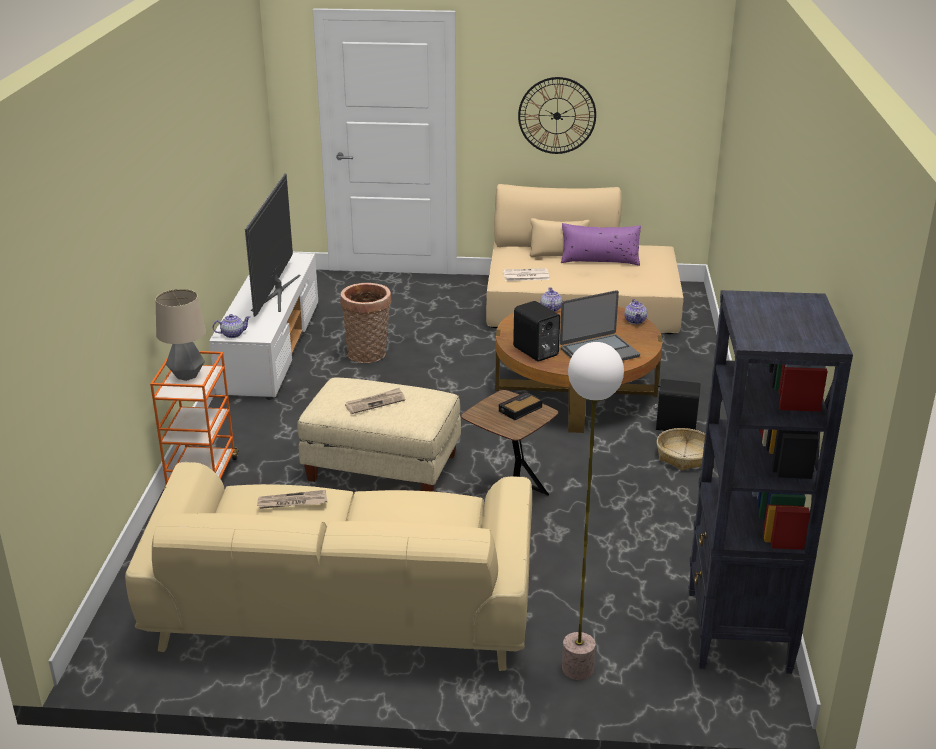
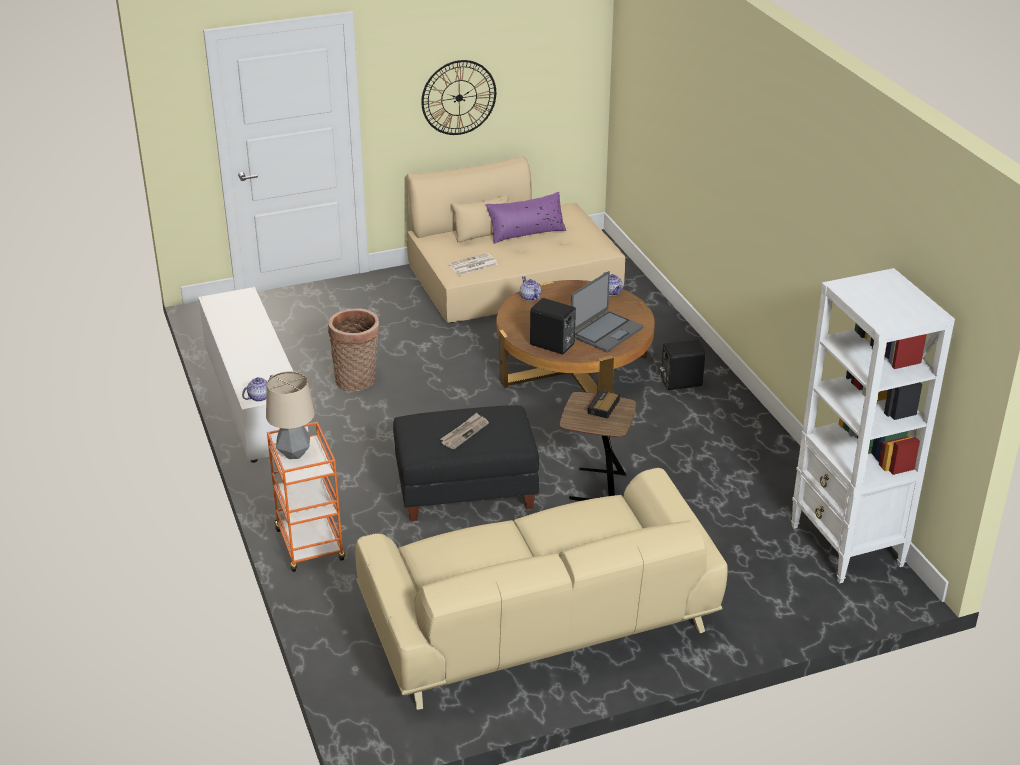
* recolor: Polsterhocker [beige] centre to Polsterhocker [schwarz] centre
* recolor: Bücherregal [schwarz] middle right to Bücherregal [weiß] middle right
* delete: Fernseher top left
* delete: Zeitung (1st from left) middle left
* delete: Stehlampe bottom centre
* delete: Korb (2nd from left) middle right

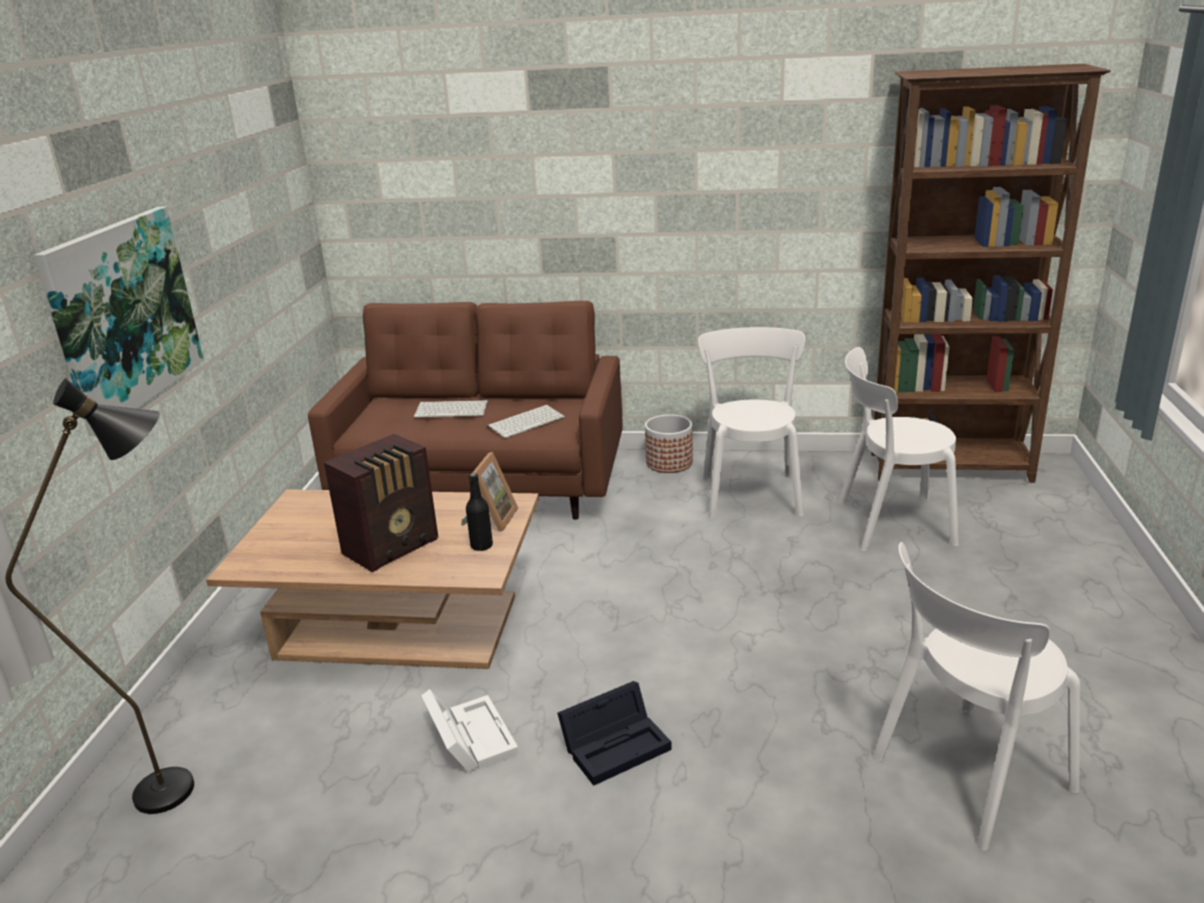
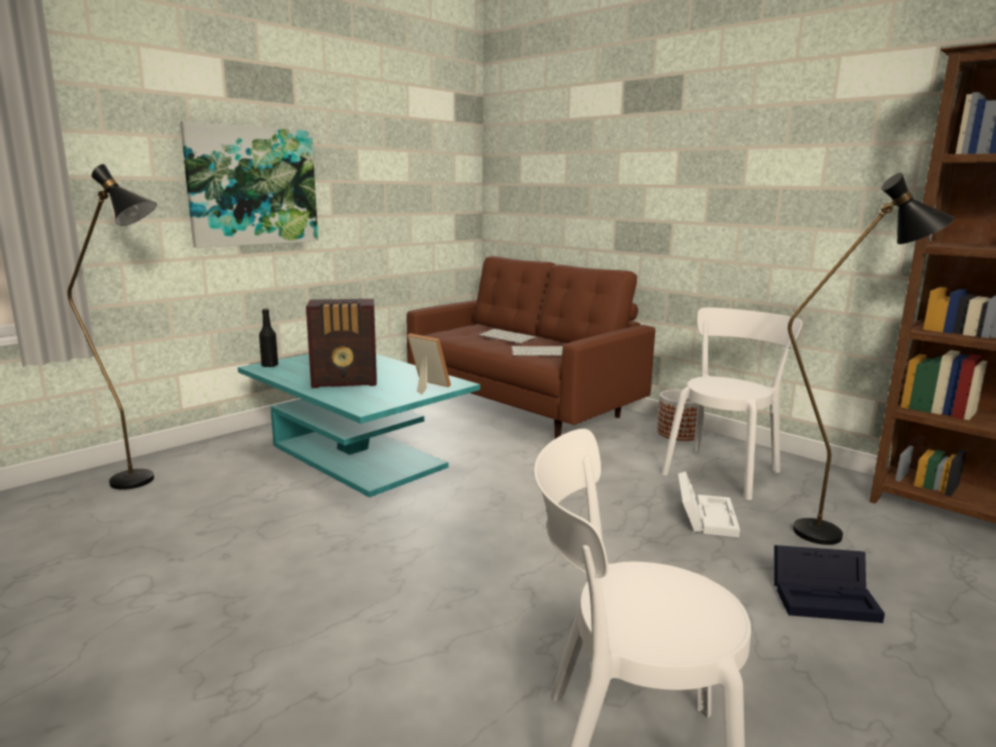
* recolor: Couchtisch [braun] middle left to Couchtisch [türkis] centre
* move: Flasche [schwarz] centre to middle left
* rotate: Bilderrahmen centre = centre 105 degrees counterclockwise
* move: Aufbewahrungsbox [weiß] bottom centre to bottom right
* move: Aufbewahrungsbox [schwarz] bottom centre to bottom right
* replace: Stuhl [weiß] (2nd from left) middle right to Stehlampe [schwarz] (2nd from left) middle right

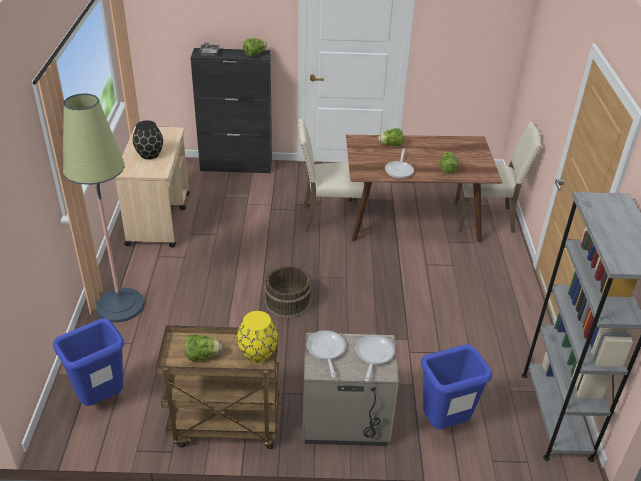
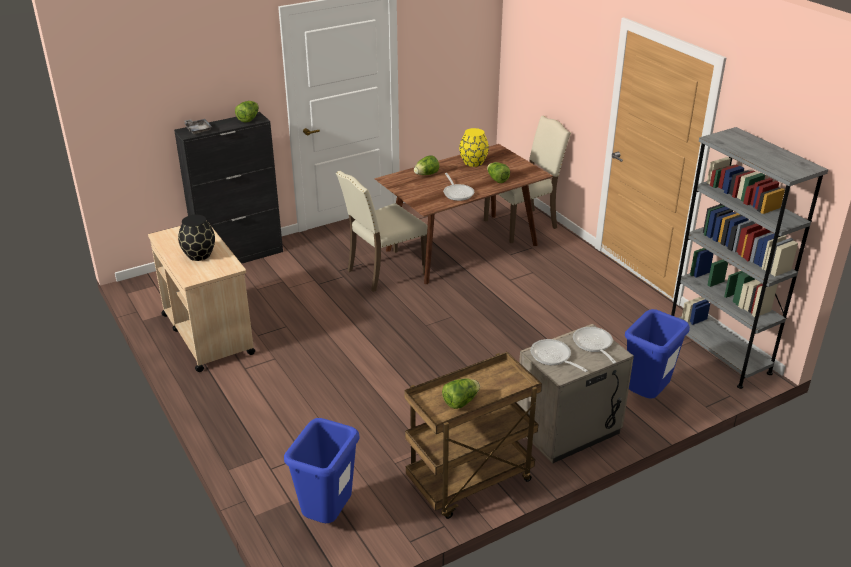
* move: Vase [gelb] bottom centre to top centre
* delete: Stehlampe middle left
* delete: Eimer [braun] centre

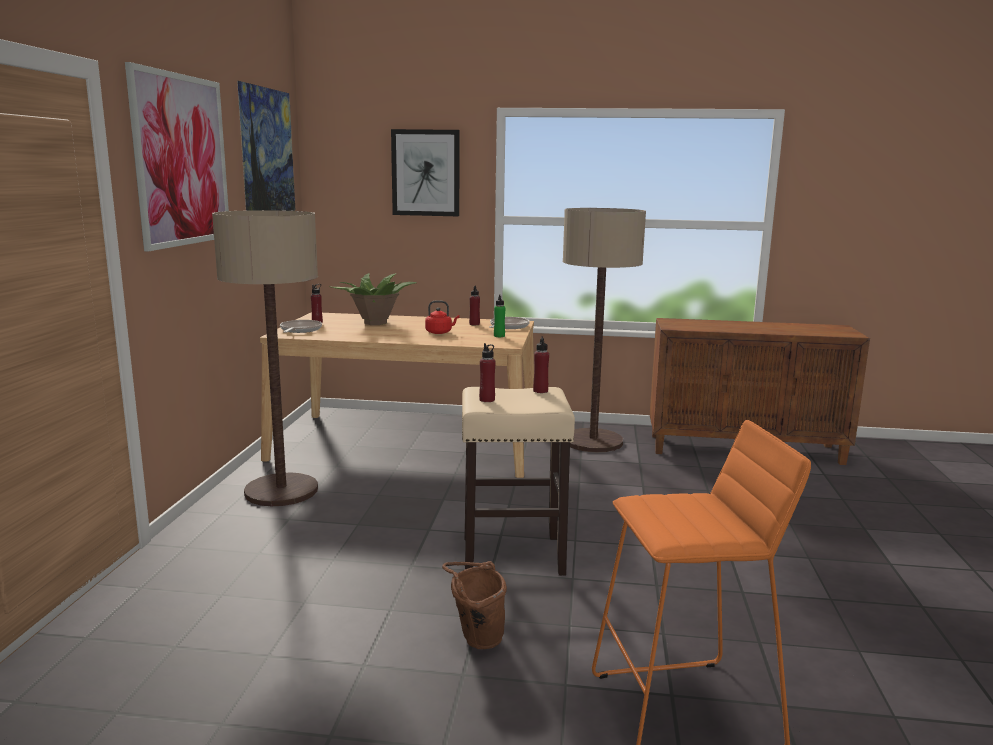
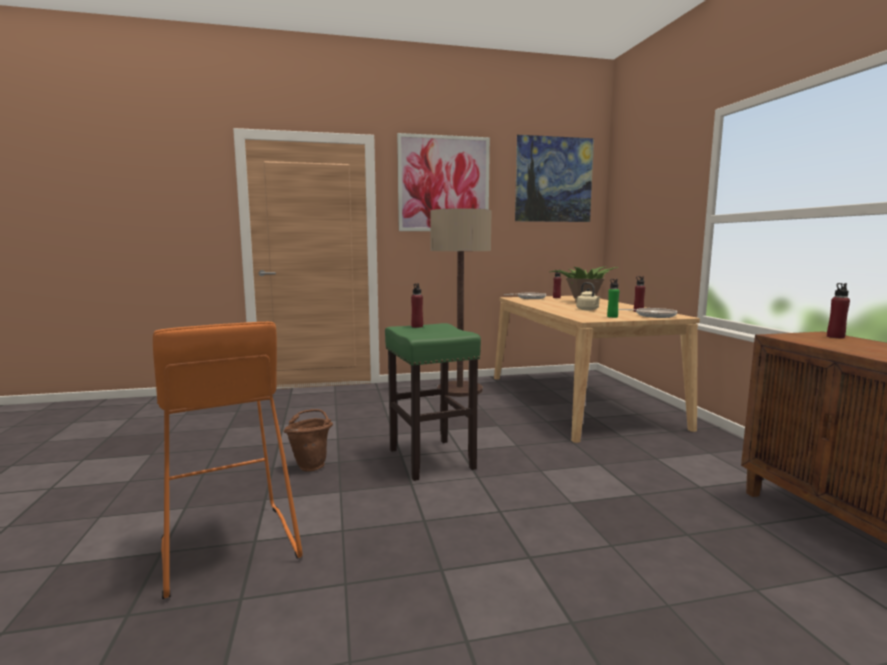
* recolor: Hocker [beige] centre to Hocker [grün] centre
* recolor: Wasserkessel [rot] centre to Wasserkessel [beige] centre
* move: Flasche [rot] (4th from left) centre to middle right
* delete: Bild (3rd from left) top centre
* delete: Stehlampe (2nd from left) centre

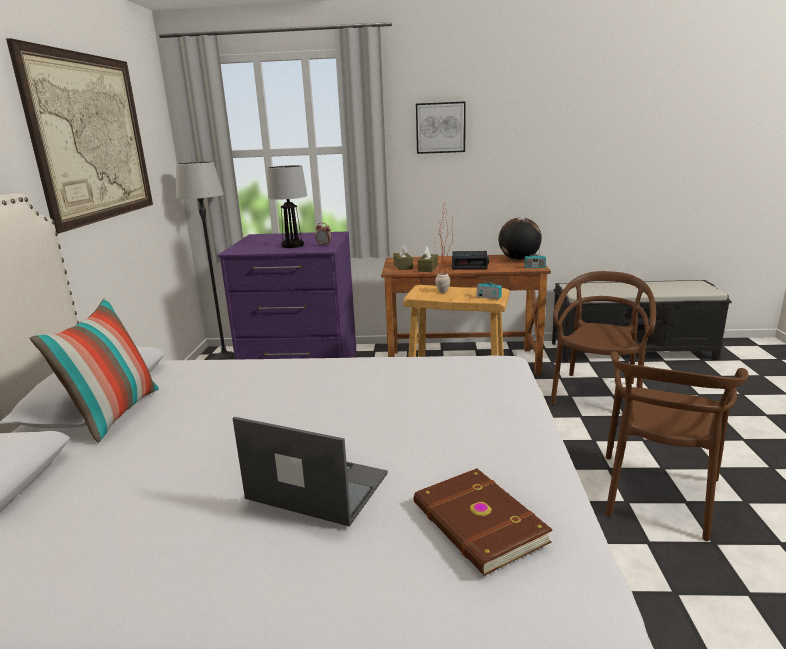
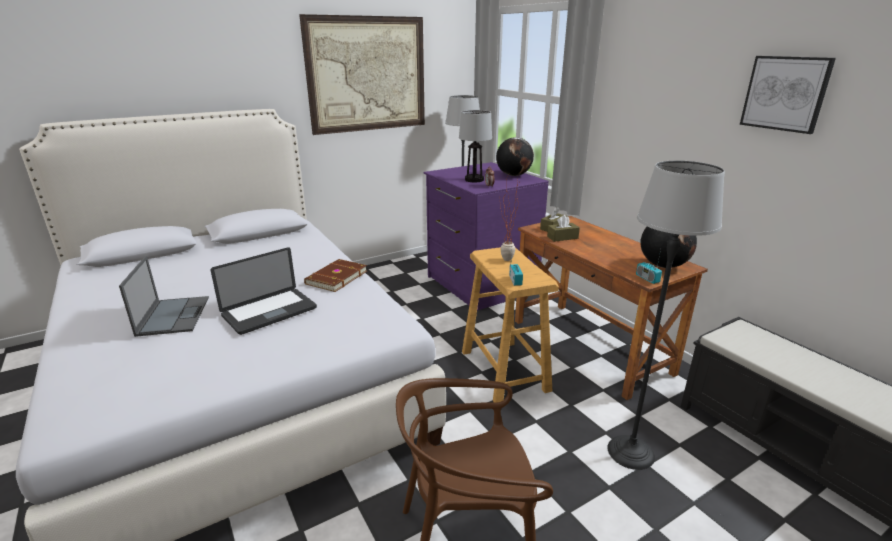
* insert: Laptop (2nd from left) middle left
* move: Buch [braun] bottom centre to centre
* insert: Globus (1st from left) top centre
* replace: Stuhl [braun] (1st from left) middle right to Stehlampe (2nd from left) middle right
* move: Bild (2nd from left) top centre to top right
* delete: Kissen middle left
* delete: Wecker (2nd from left) centre

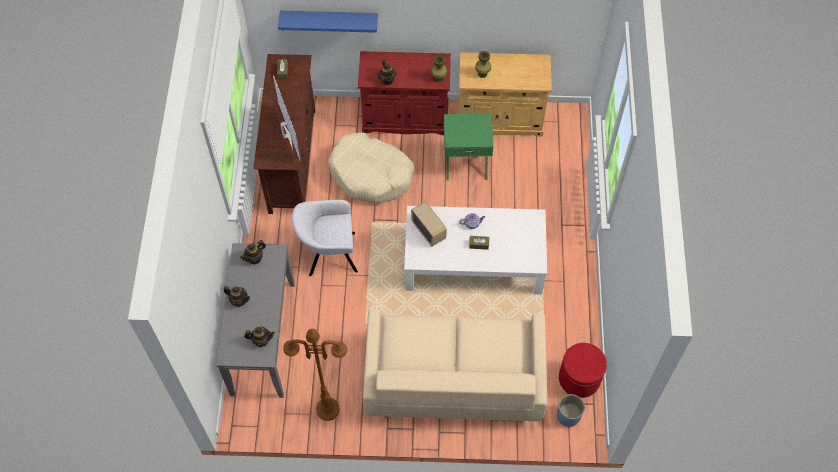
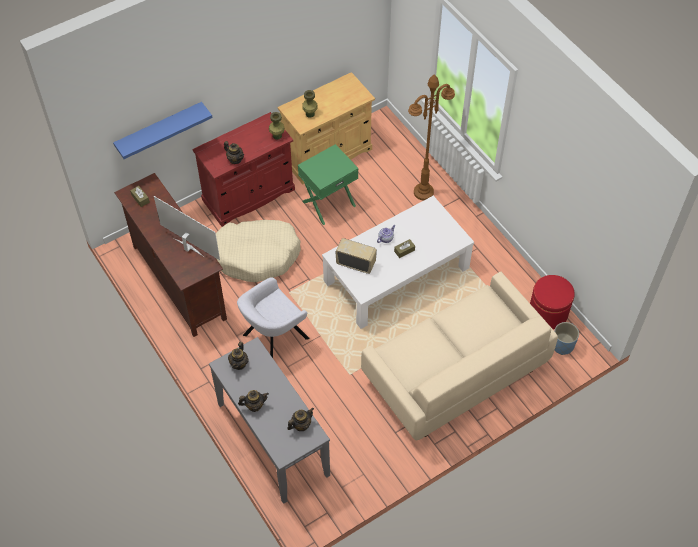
* move: Stehlampe [braun] bottom centre to top centre

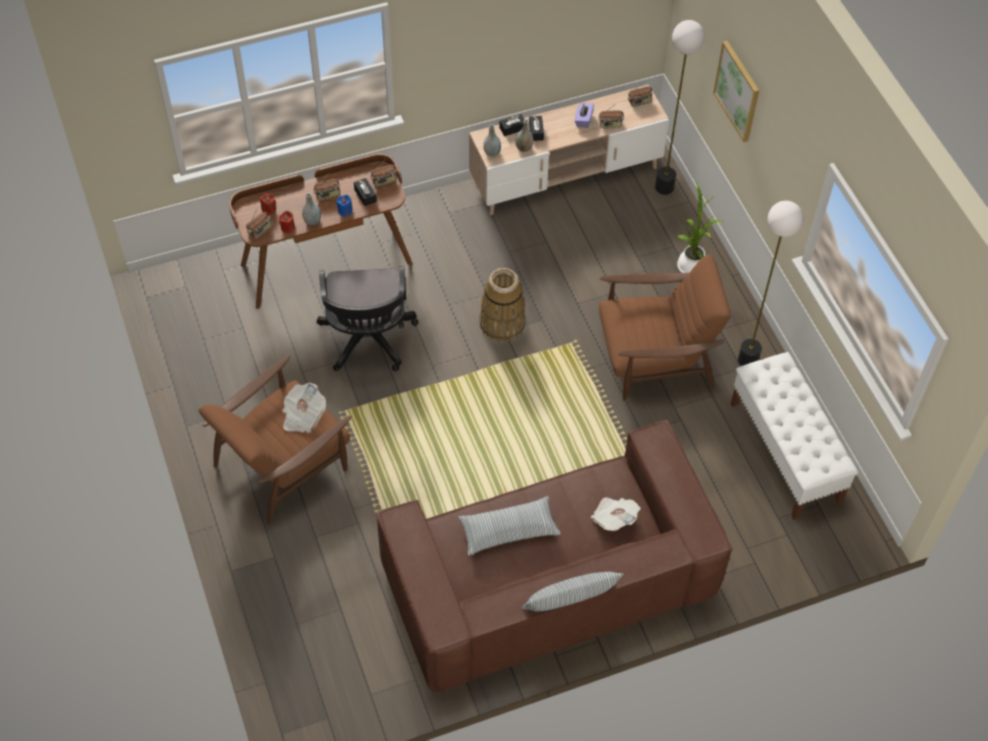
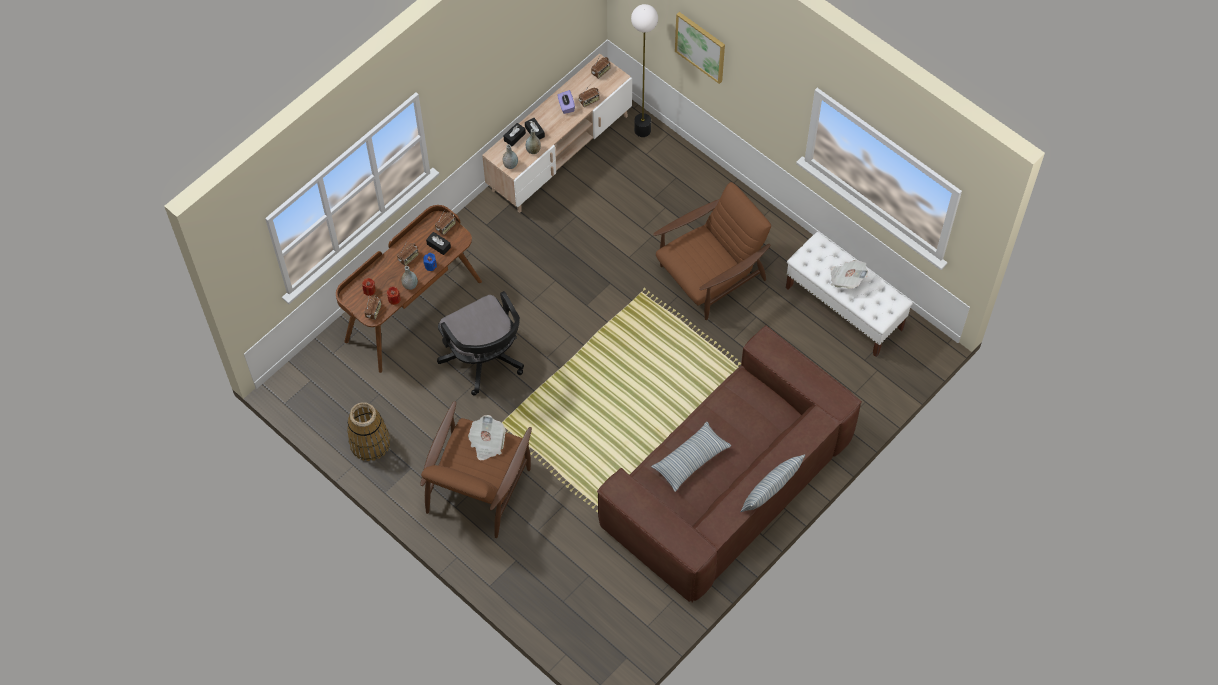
* move: Korb centre to middle left
* move: Zeitung (2nd from left) bottom centre to middle right
* delete: Topfpflanze top right
* delete: Stehlampe (2nd from left) middle right

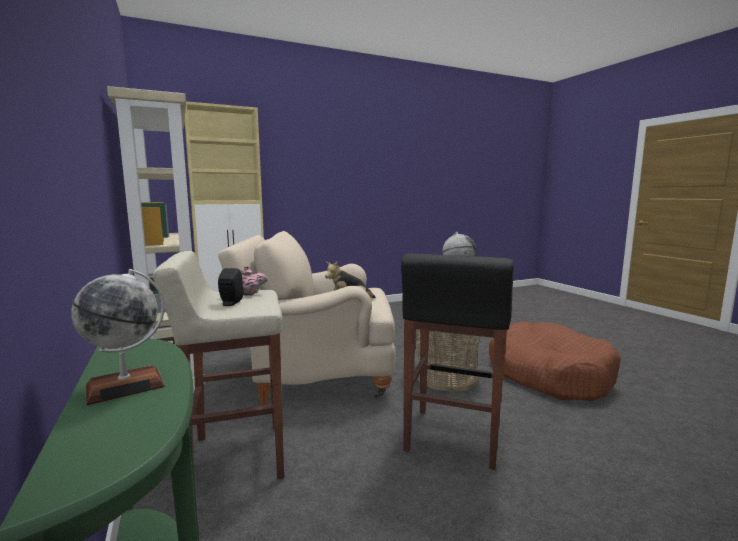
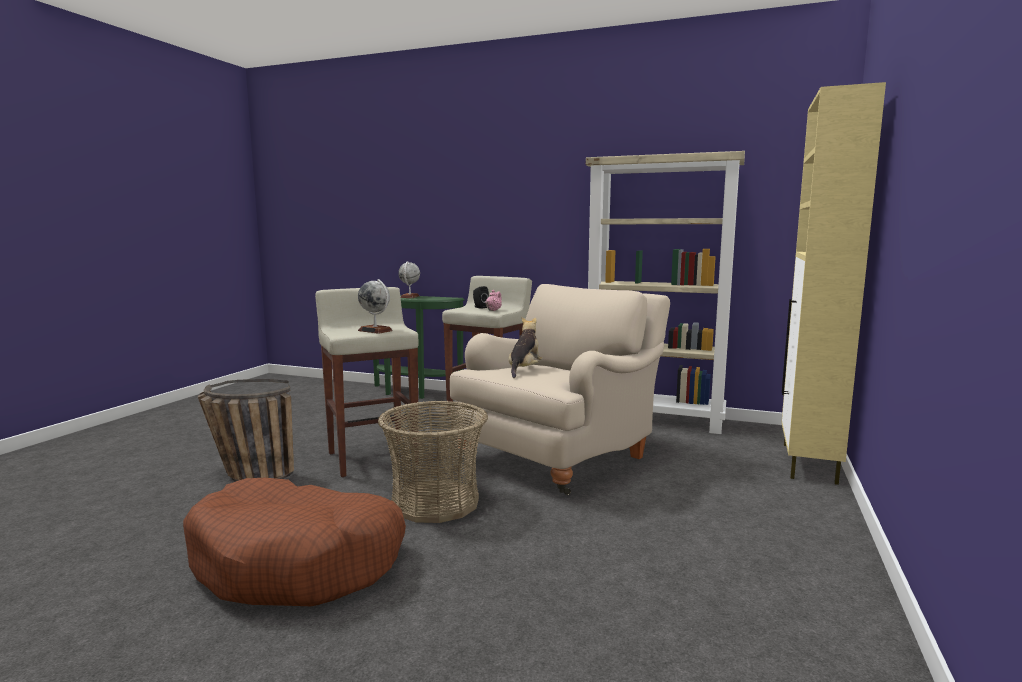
* insert: Korb (1st from left) middle left
* recolor: Hocker [schwarz] bottom centre to Hocker [beige] (1st from left) centre

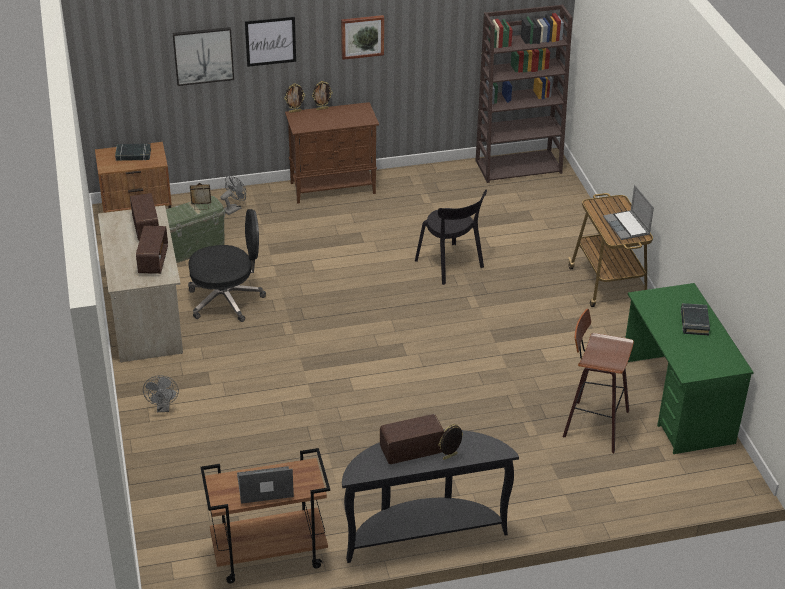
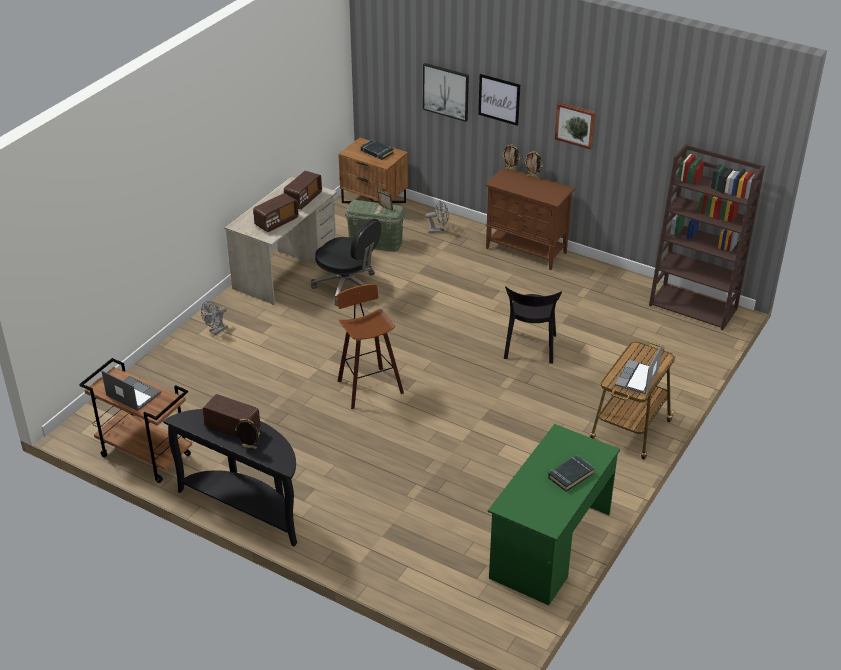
* move: Hocker middle right to centre

